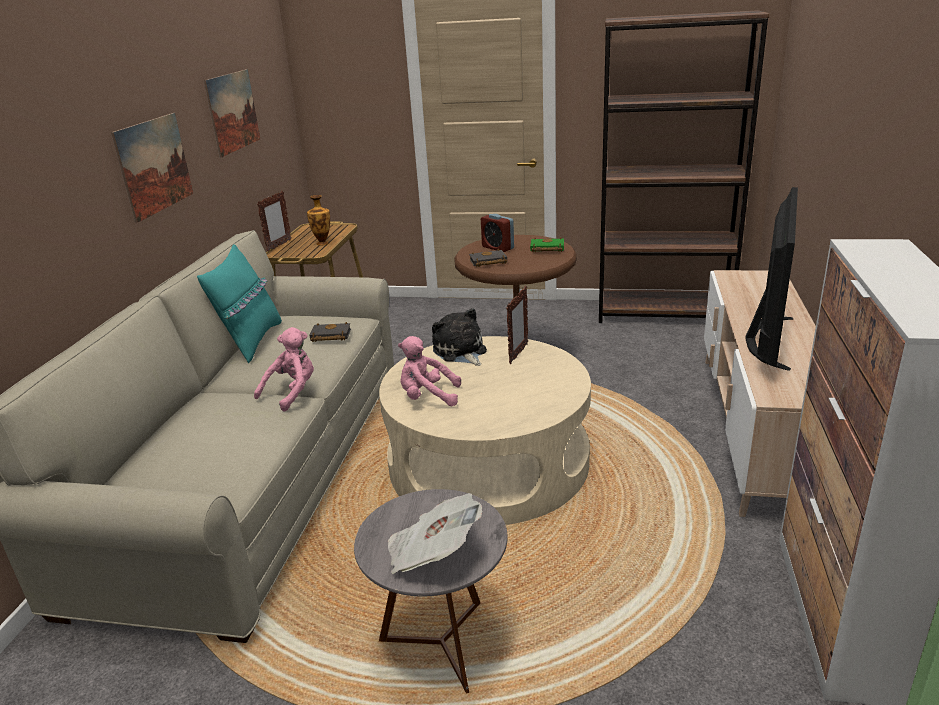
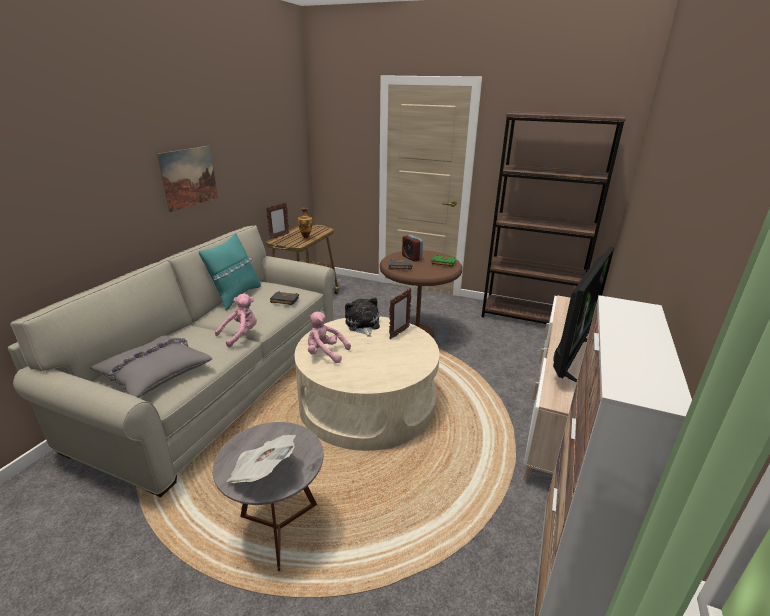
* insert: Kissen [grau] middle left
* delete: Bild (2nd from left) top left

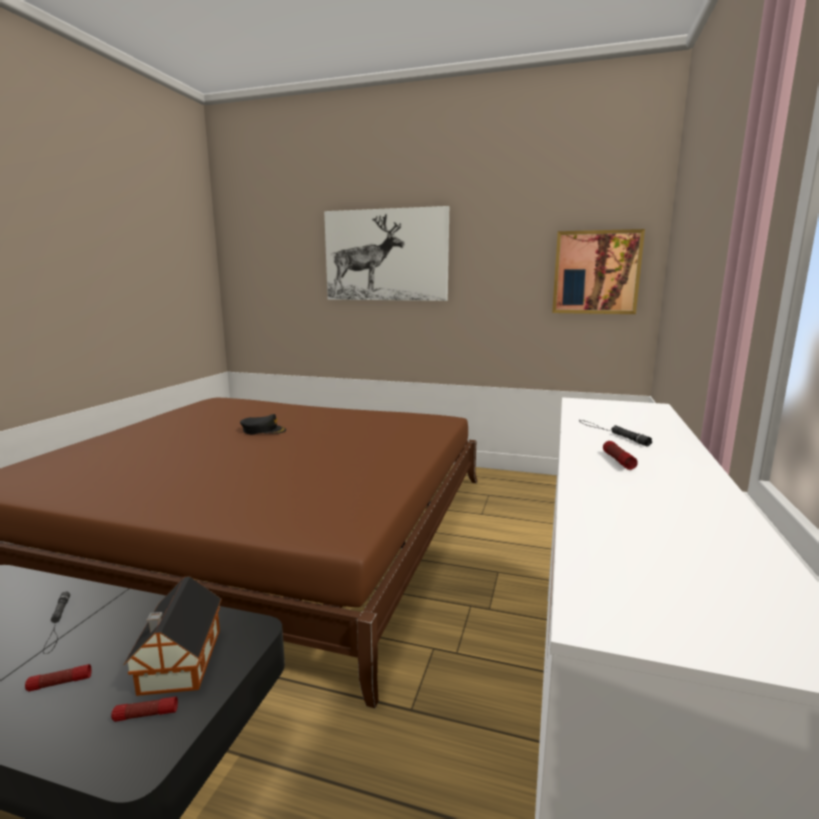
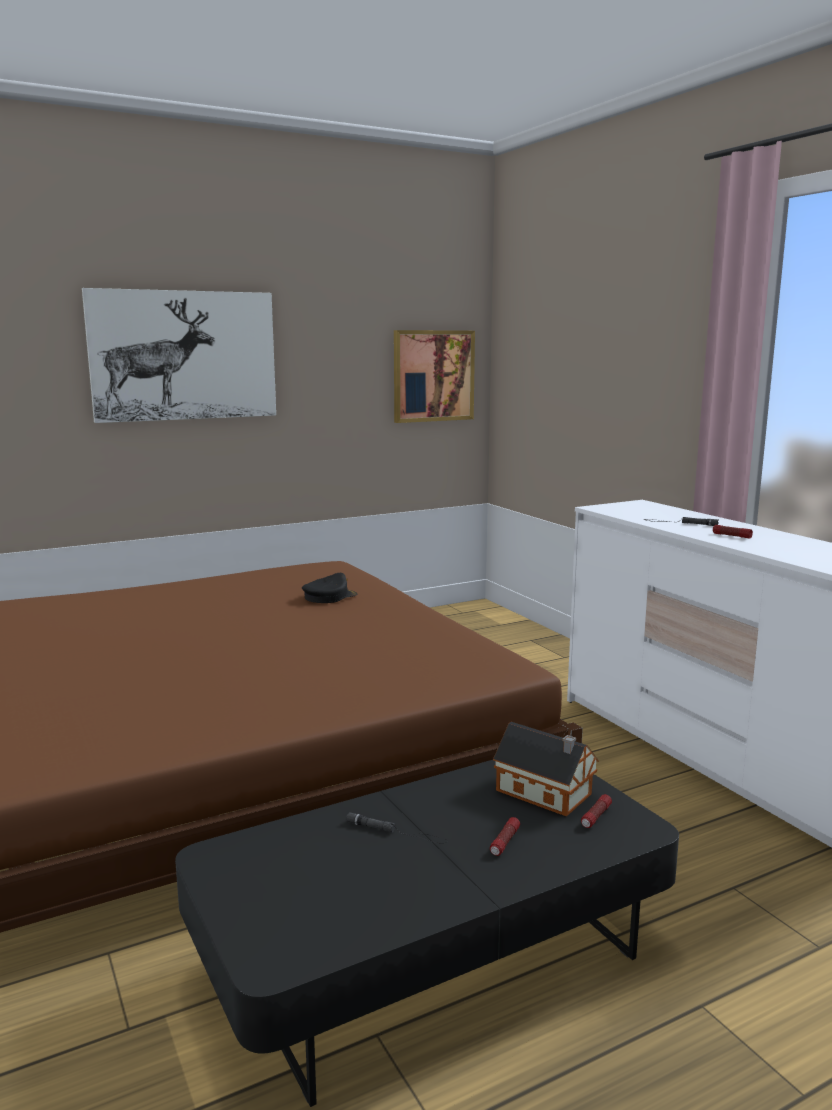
* move: Kappe [schwarz] middle left to centre

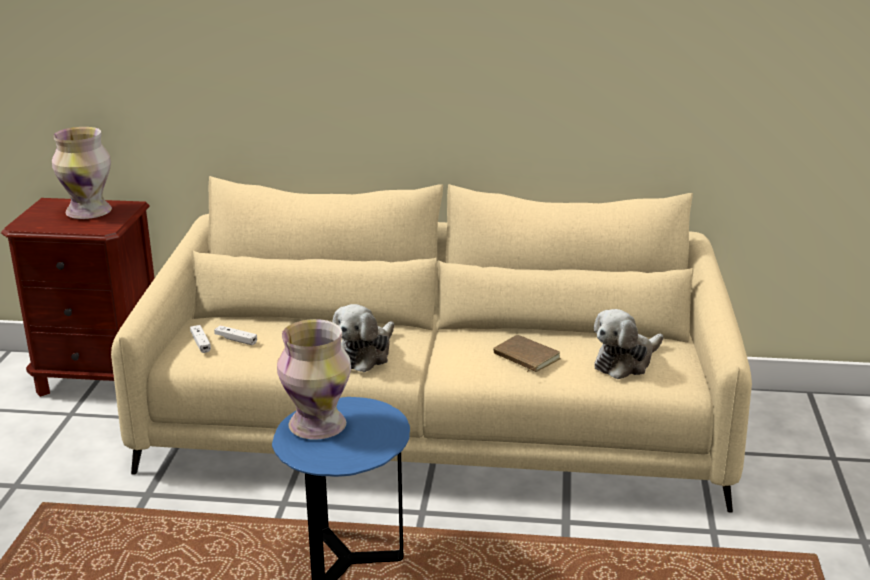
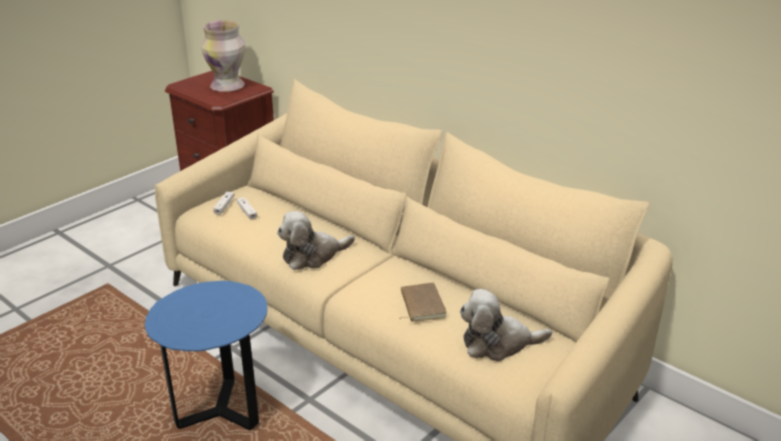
* delete: Vase (2nd from left) centre

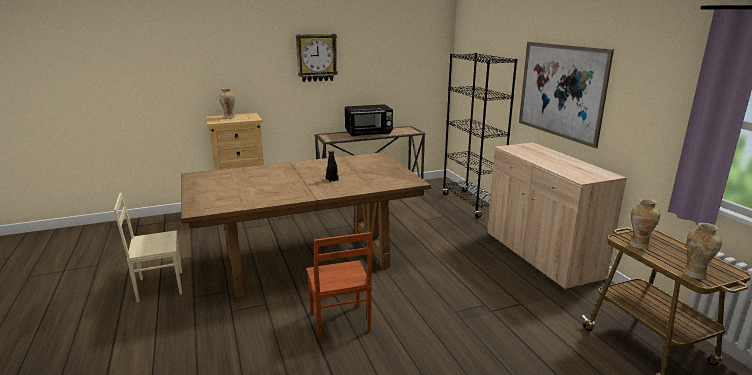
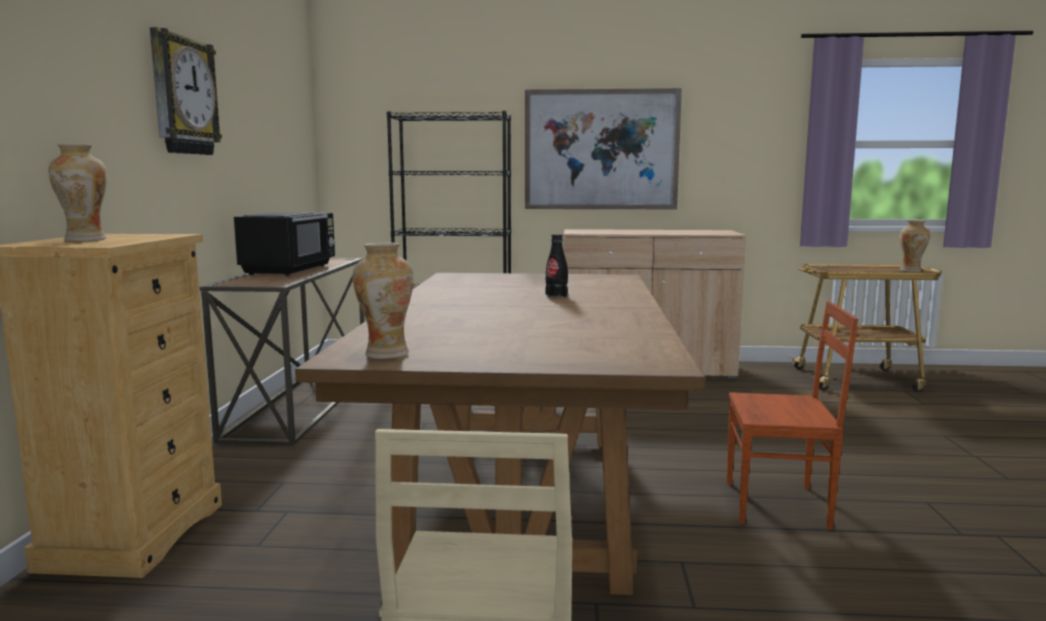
* move: Vase (2nd from left) middle right to centre

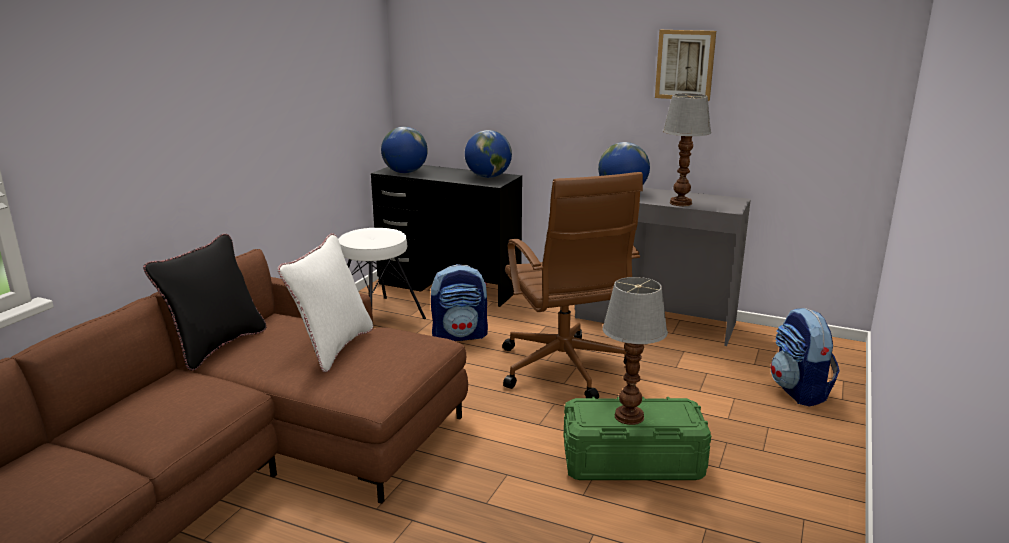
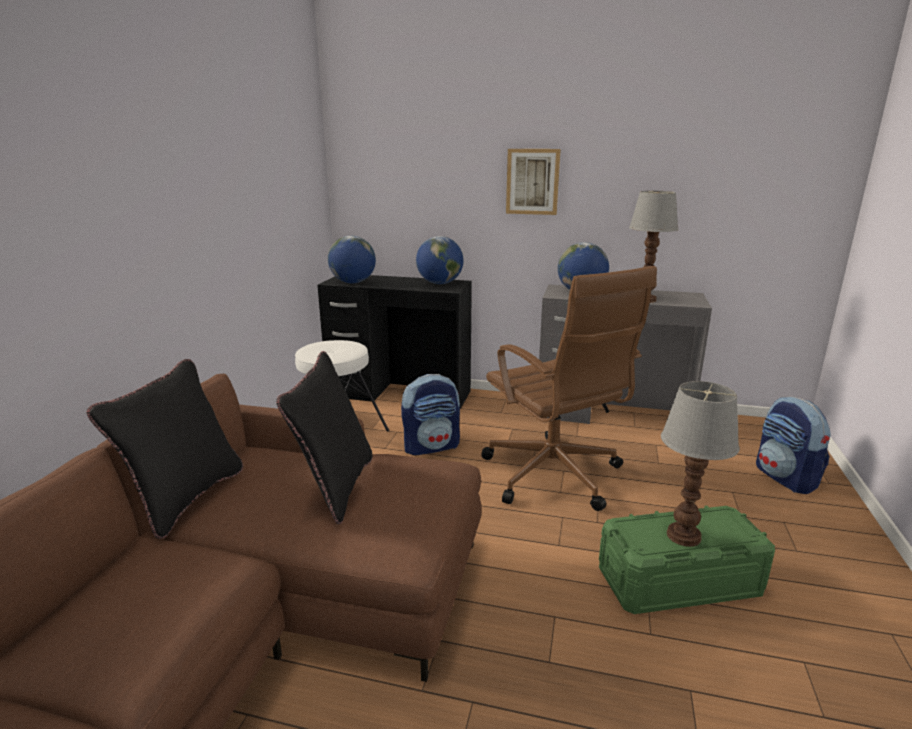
* recolor: Kissen [weiß] middle left to Kissen [schwarz] (2nd from left) centre
* move: Bild top right to top centre

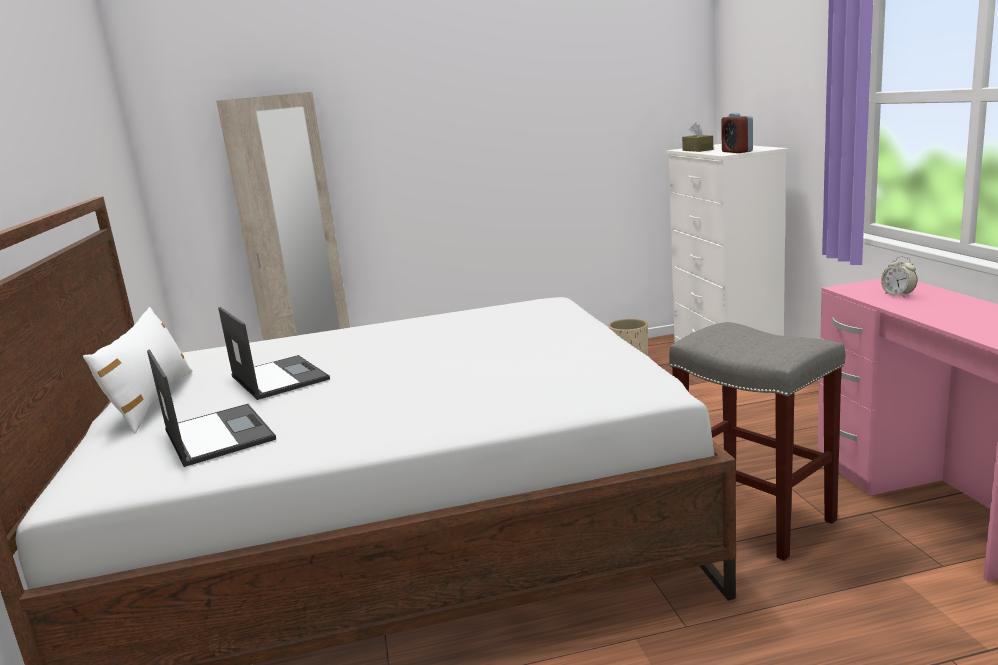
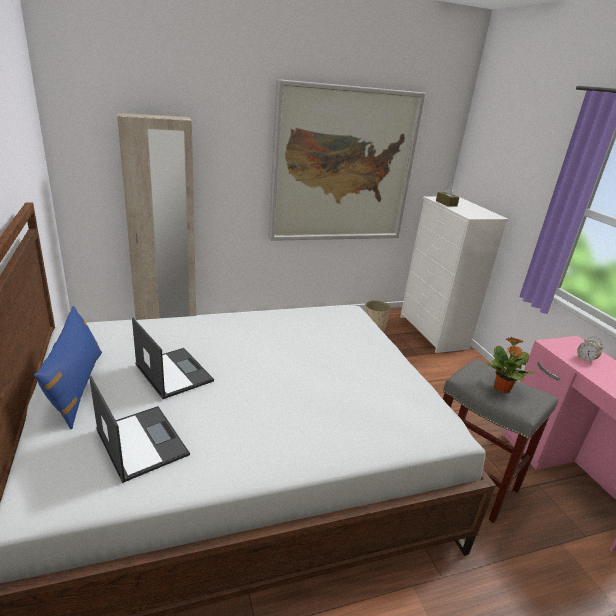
* recolor: Kissen [weiß] middle left to Kissen [blau] middle left
* insert: Bild top centre
* insert: Topfpflanze middle right
* delete: Wecker (1st from left) top right

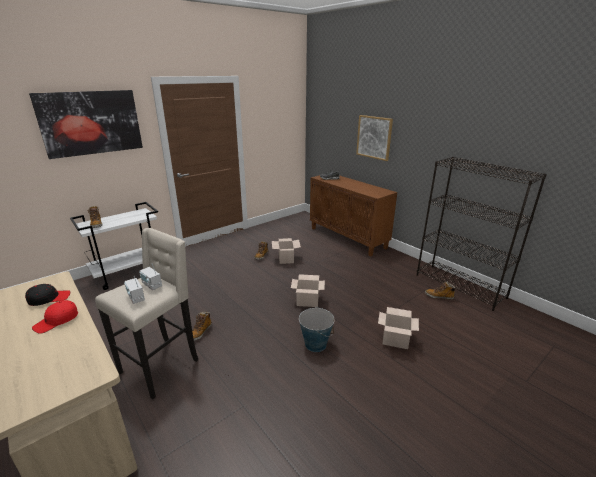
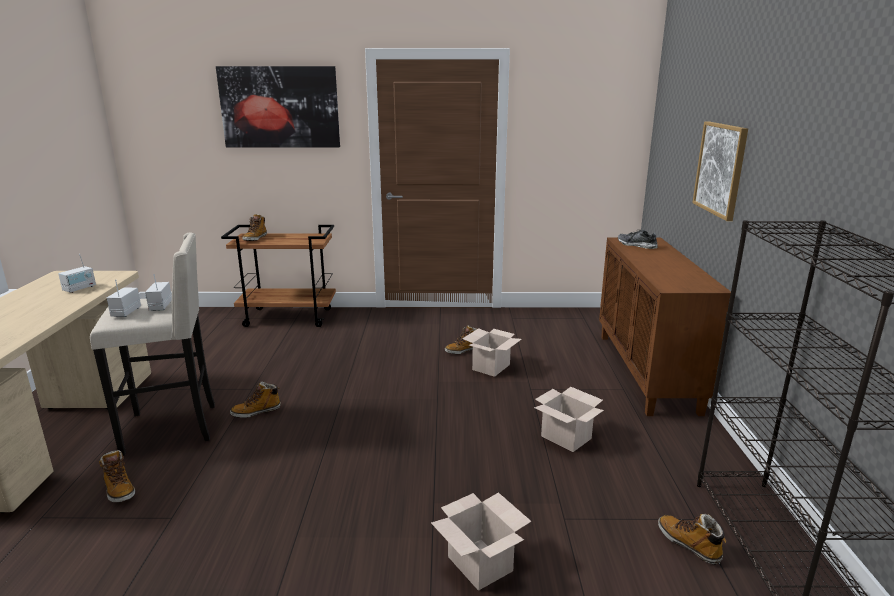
* replace: Kappe [schwarz] middle left to Radio (1st from left) middle left
* insert: Stiefel (1st from left) bottom left
* recolor: Rollwagen [weiß] middle left to Rollwagen [braun] middle left
* move: Karton (2nd from left in the first image) centre to Karton (3rd from left) bottom centre
* delete: Kappe [rot] middle left
* delete: Eimer bottom centre

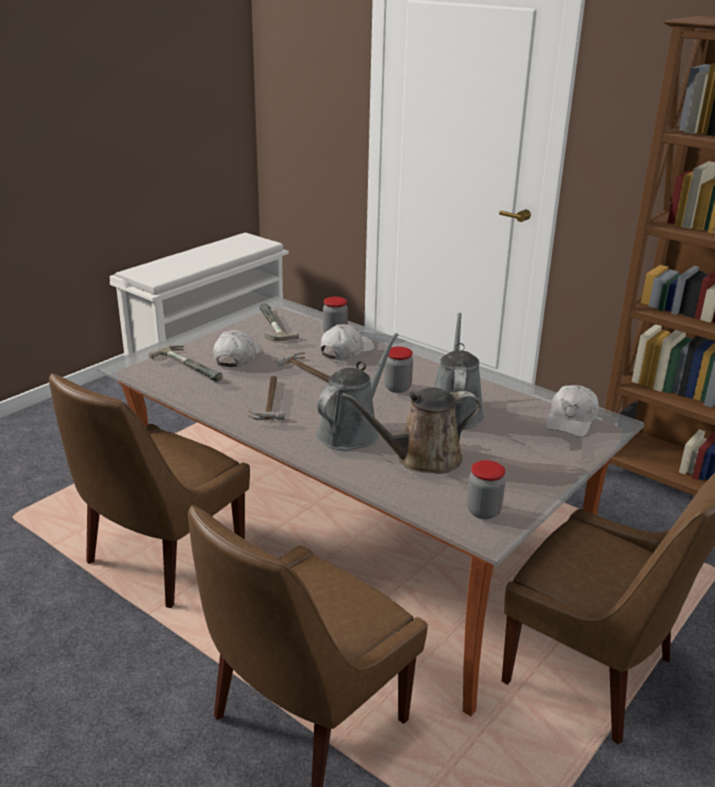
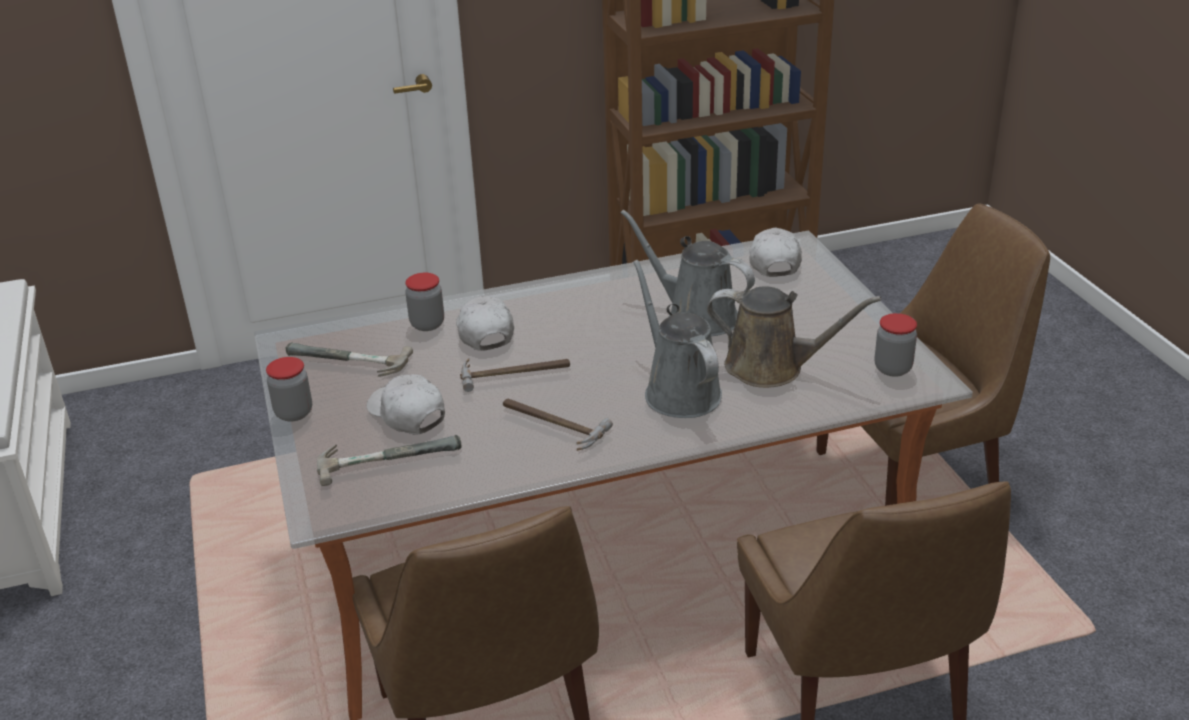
* move: Vorratsglas (2nd from left in the first image) centre to Vorratsglas (1st from left) middle left
* rotate: Gießkanne [braun] centre = middle right 90 degrees counterclockwise
* rotate: Kappe [weiß] (3rd from left) middle right = centre 150 degrees counterclockwise

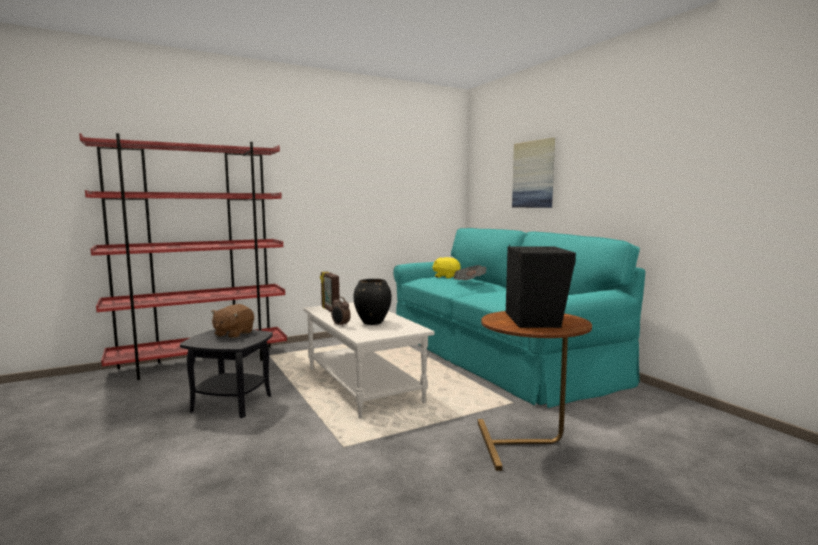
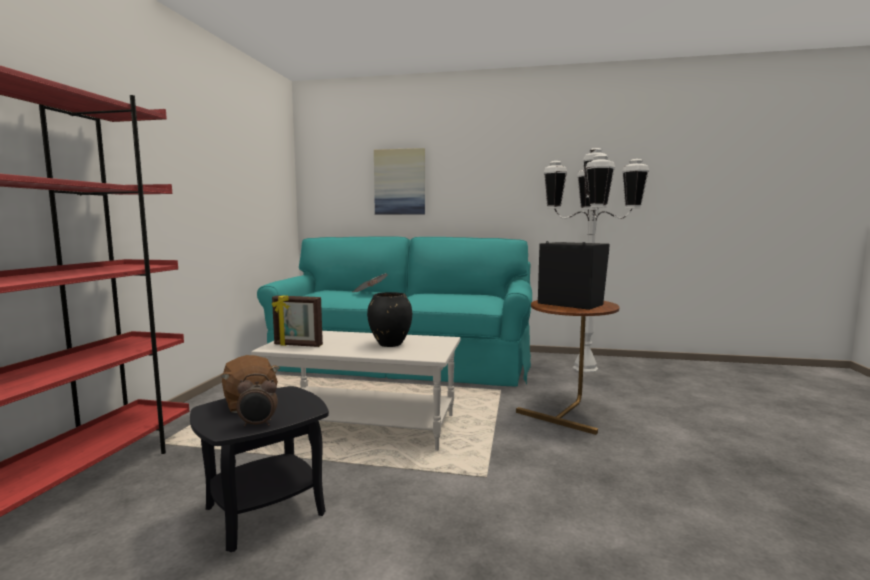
* move: Wecker centre to bottom left
* insert: Stehlampe [weiß] middle right
* delete: Plüschtier [gelb] centre

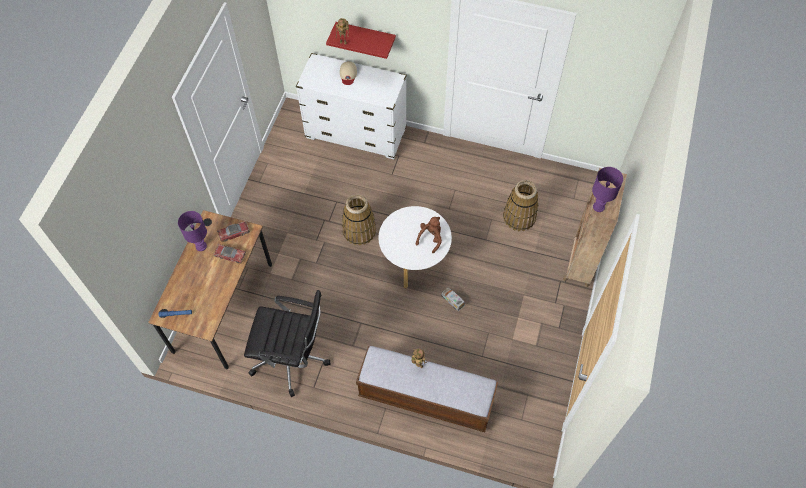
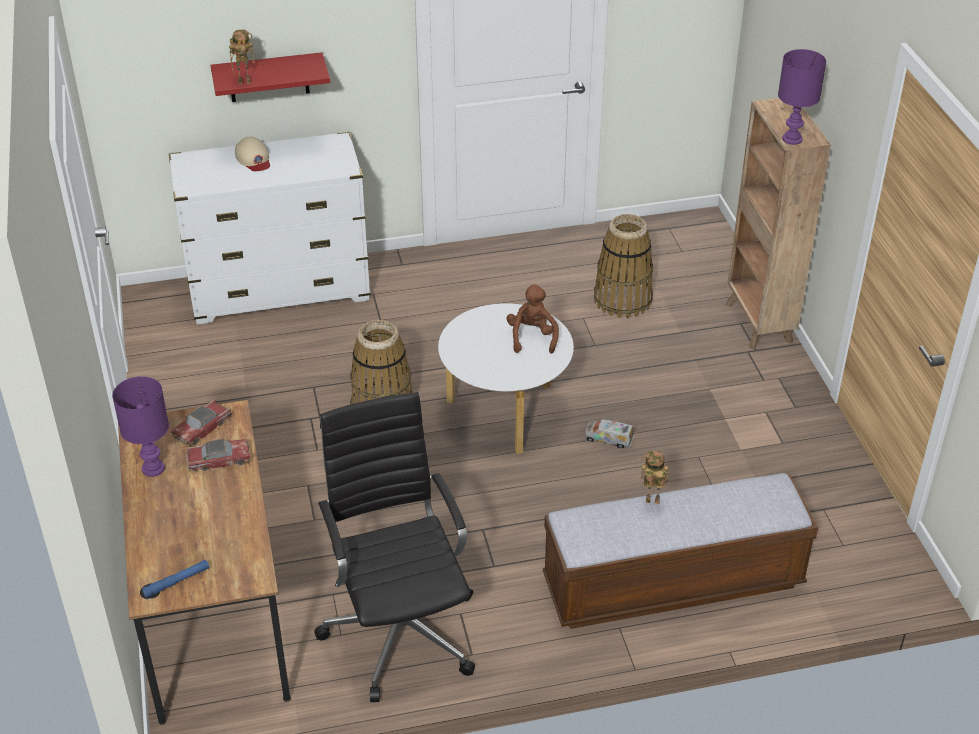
* rotate: Bürostuhl [schwarz] bottom centre = bottom centre 90 degrees counterclockwise

